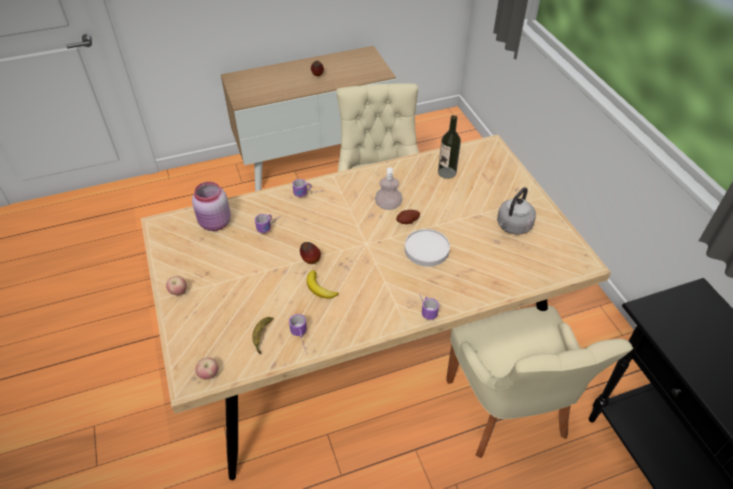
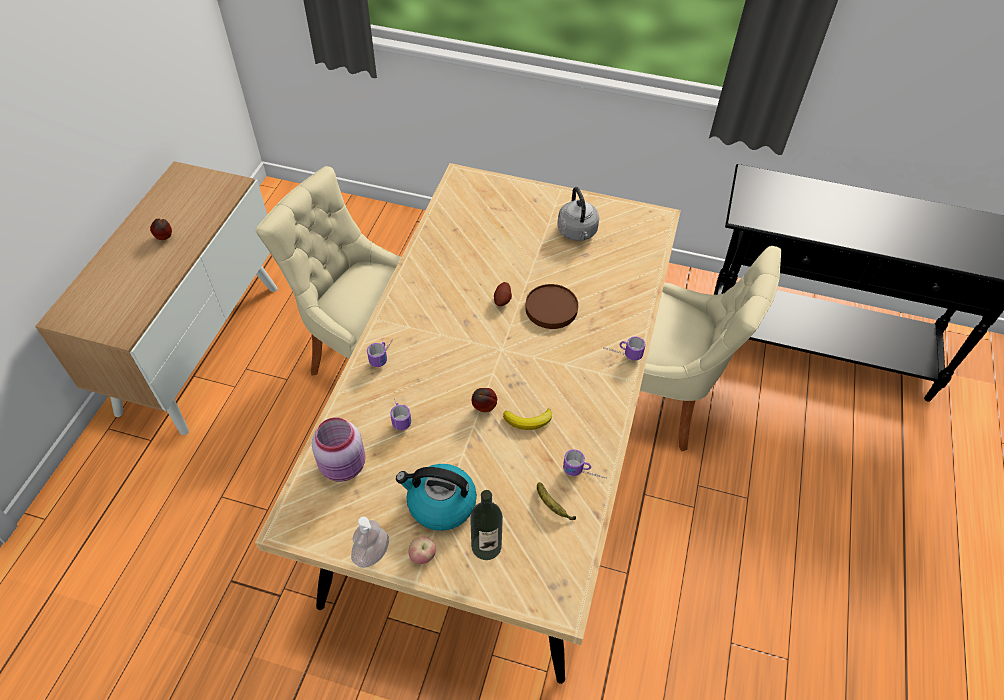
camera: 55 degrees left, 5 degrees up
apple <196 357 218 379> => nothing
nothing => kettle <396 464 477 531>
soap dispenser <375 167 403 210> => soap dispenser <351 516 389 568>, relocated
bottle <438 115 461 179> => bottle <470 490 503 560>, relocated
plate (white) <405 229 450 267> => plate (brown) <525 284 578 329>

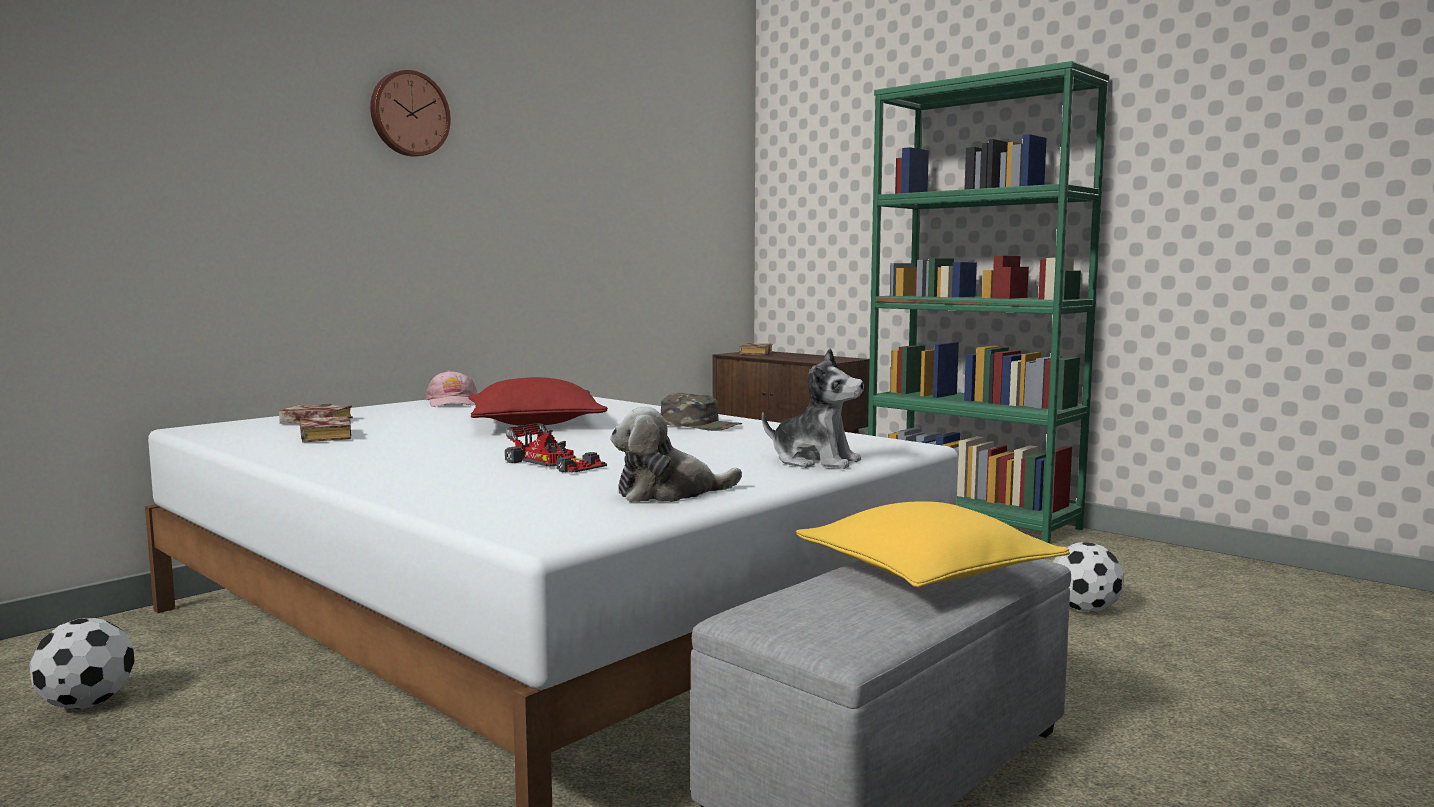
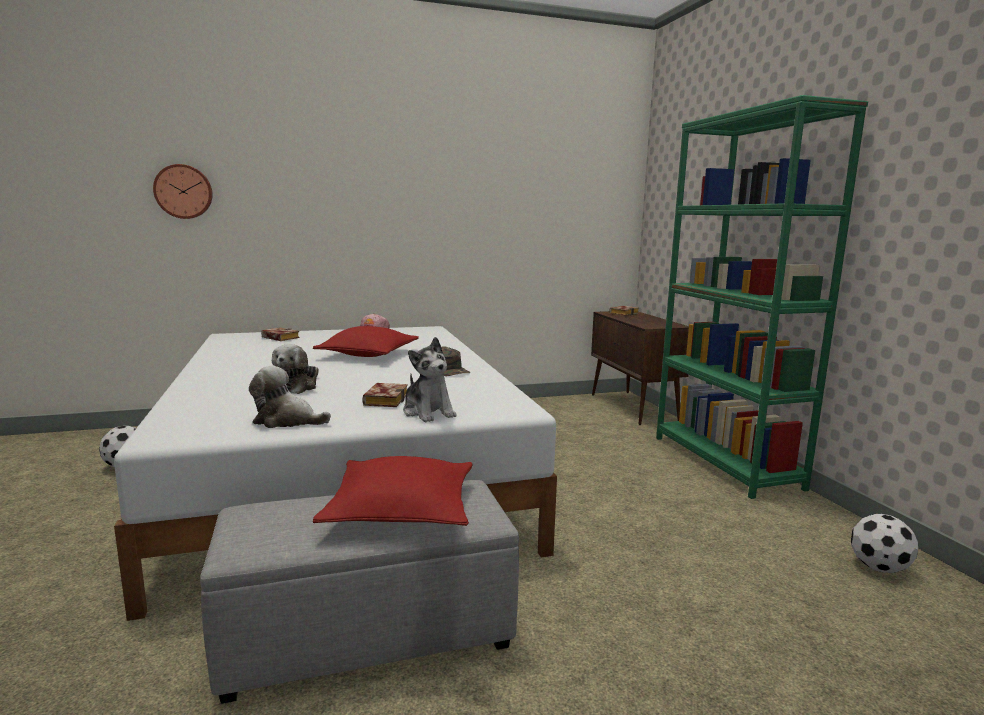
camera: 30 degrees right, 5 degrees up
book <300 416 351 443> => book <362 383 408 407>, relocated
wall clock <370 70 451 157> => wall clock <153 164 213 219>, relocated
football <1053 542 1124 612> => football <851 514 918 573>, relocated
toy car <505 423 607 472> => plush toy <272 344 319 394>
pillow (yellow) <796 501 1070 588> => pillow (red) <313 456 473 526>

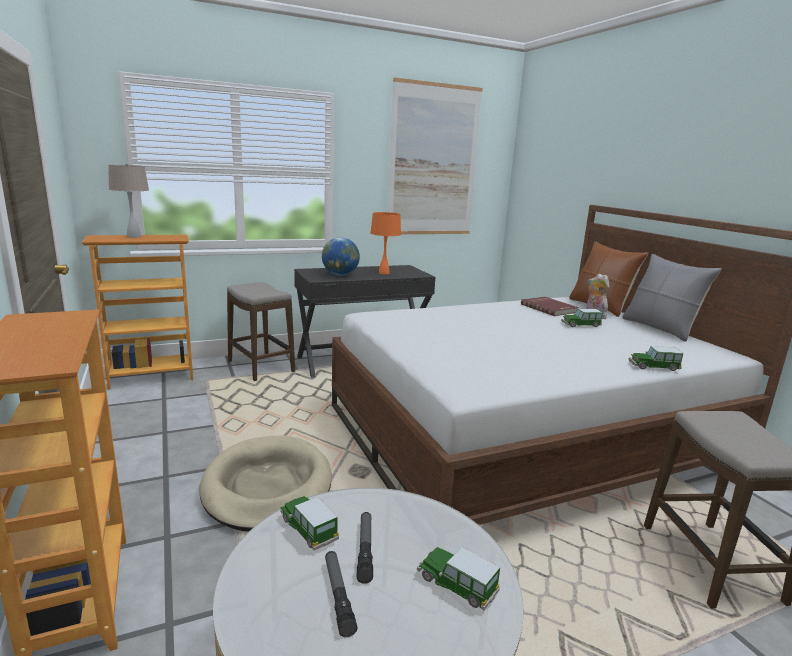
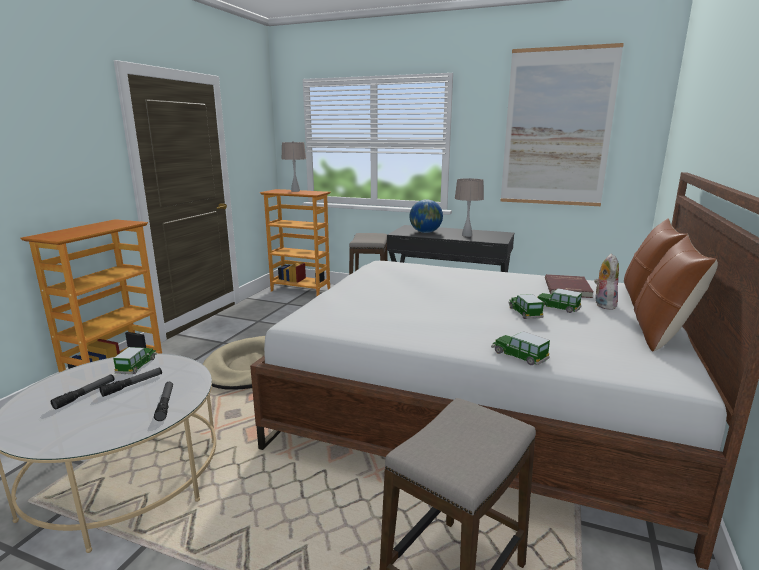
camera: 45 degrees right, 0 degrees up
nothing => flashlight <154 382 173 421>
toy car <417 547 500 610> => toy car <508 294 544 319>, relocated
table lamp (orange) <371 212 401 274> => table lamp (beige) <455 178 484 237>
pillow (grey) <622 254 722 342> => pillow (brown) <634 235 718 352>

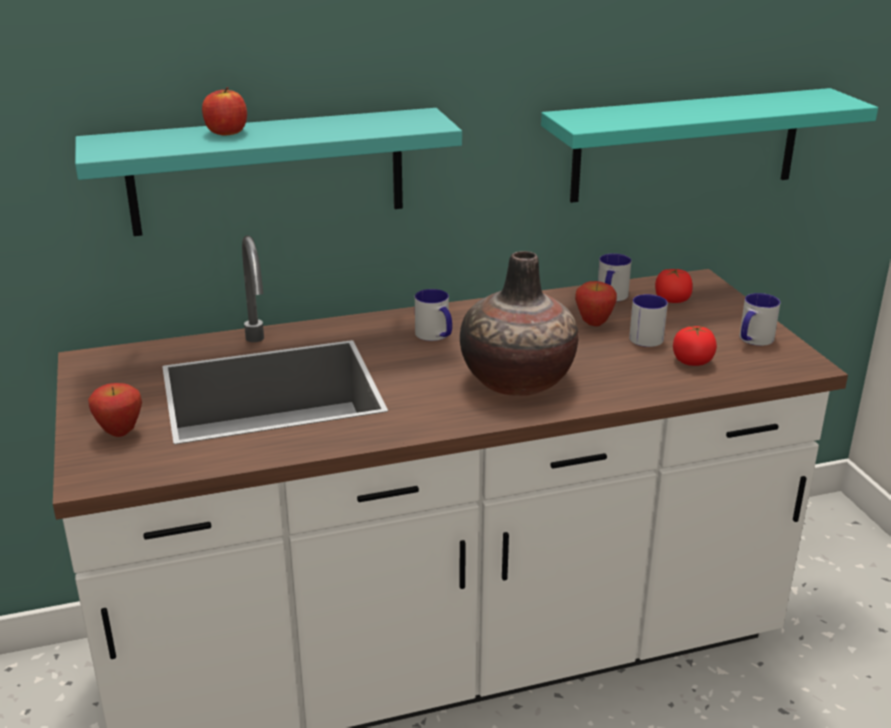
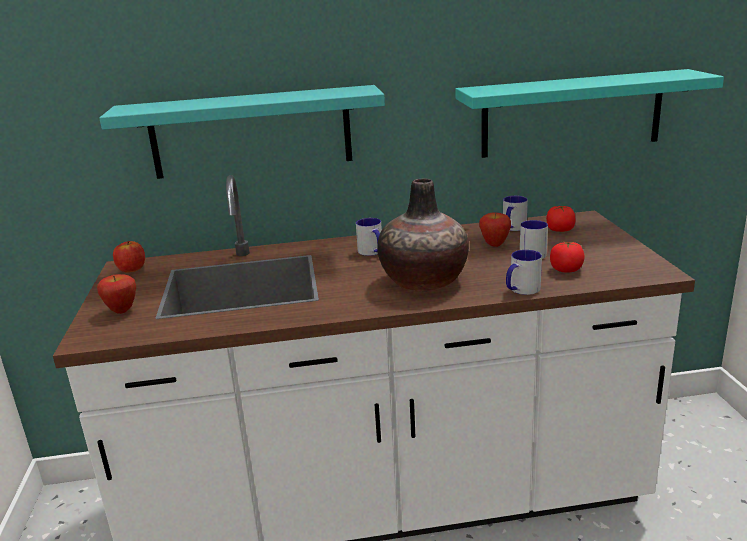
camera: 10 degrees right, 5 degrees down
apple <202 87 247 136> => apple <113 241 145 273>, relocated
mug <739 293 780 346> => mug <506 250 542 295>, relocated

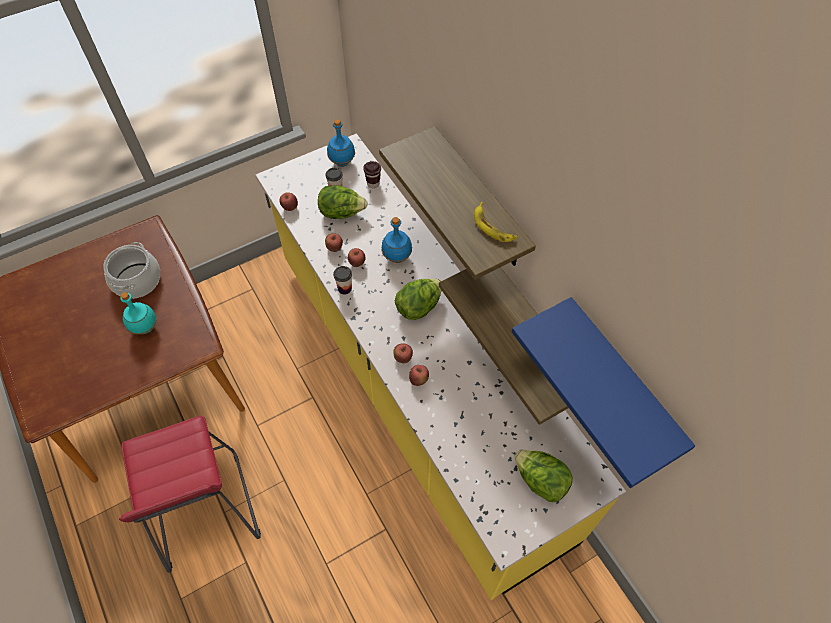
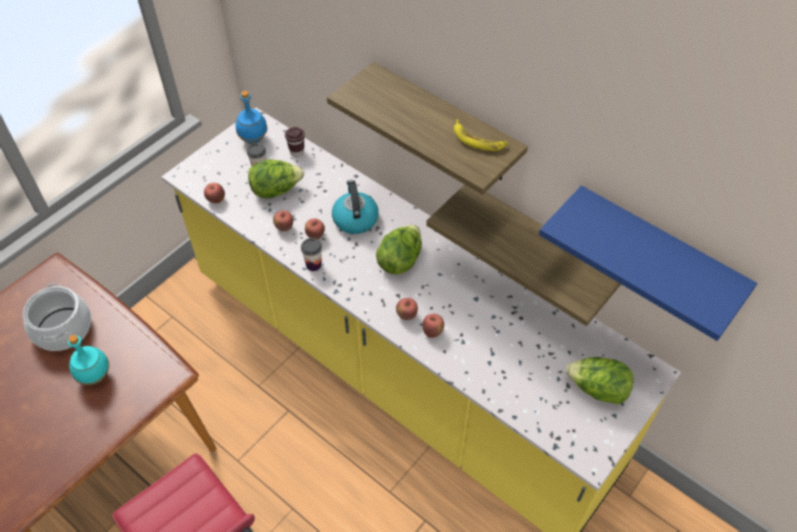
camera: 20 degrees left, 5 degrees down
bottle (blue) <382 217 412 263> => kettle <332 180 379 234>

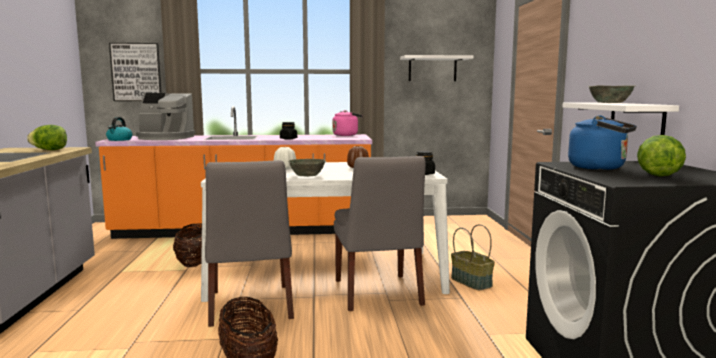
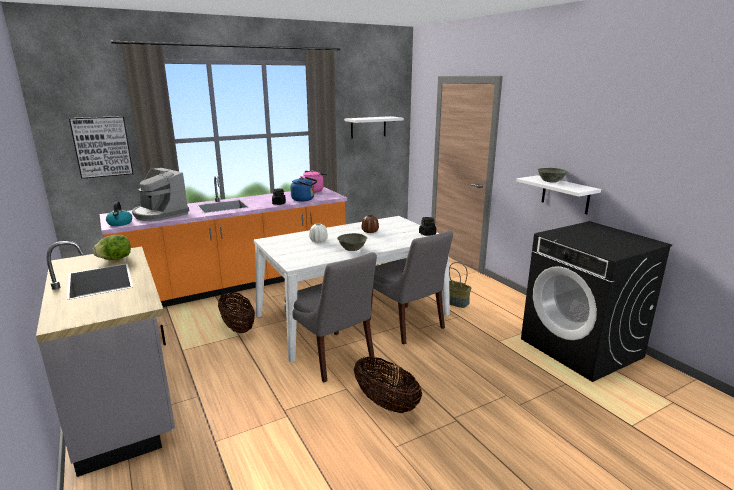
camera: 25 degrees left, 10 degrees up
lettuce <637 135 686 176> => nothing
kettle (blue) <568 115 637 170> => kettle (blue) <290 177 317 201>, relocated
coffee machine <136 93 195 140> => coffee machine <132 168 189 221>, 60 degrees clockwise

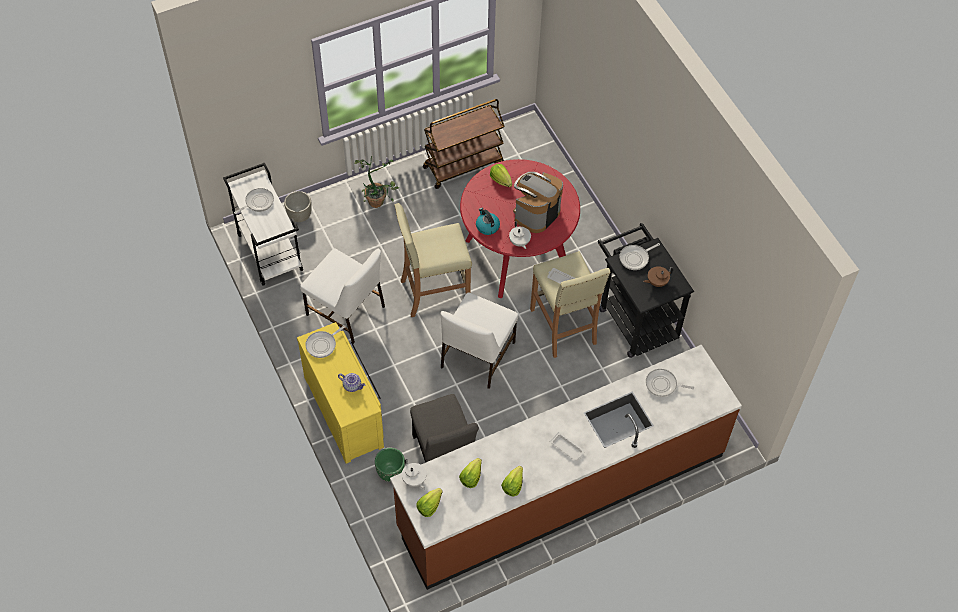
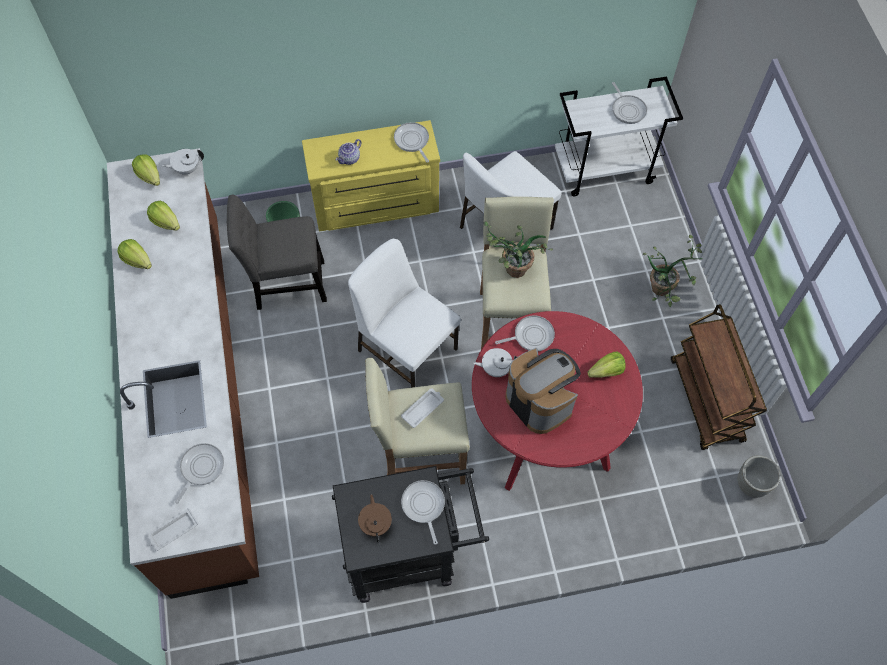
camera: 105 degrees right, 5 degrees up
nothing => potted plant <484 221 553 278>
planter (grey) <284 191 312 222> => planter (grey) <737 455 781 498>, relocated
tray (white) <550 432 585 461> => tray (white) <147 508 198 551>, relocated
kettle <476 208 500 235> => frying pan <495 316 555 351>

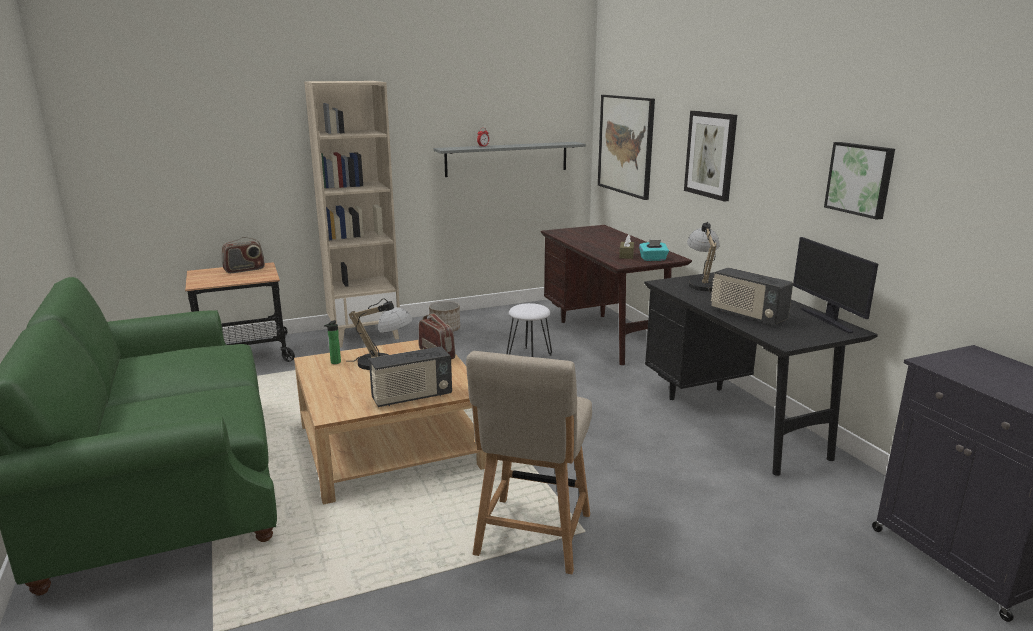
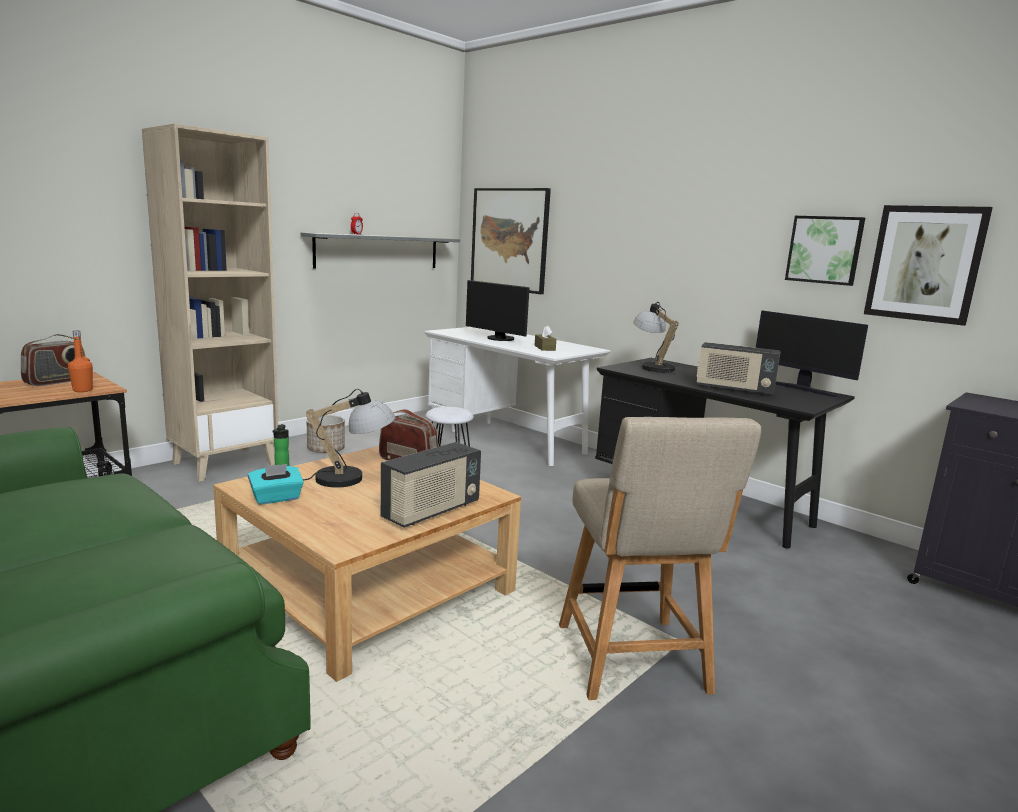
camera: 25 degrees left, 5 degrees down
nothing => bottle (orange) <68 331 93 392>
nothing => monitor <466 280 530 341>
tissue box (turquoise) <639 240 669 261> => tissue box (turquoise) <248 464 304 505>, relocated
picture <684 111 737 202> => picture <864 205 993 326>, relocated
desk (brown) <541 225 692 365> => desk (white) <424 327 611 466>

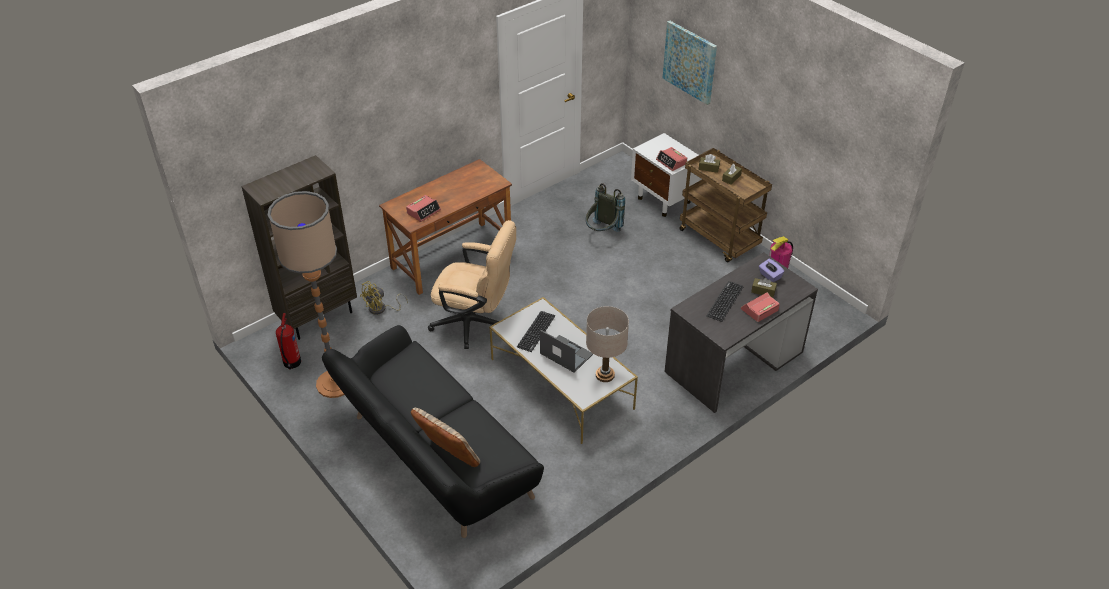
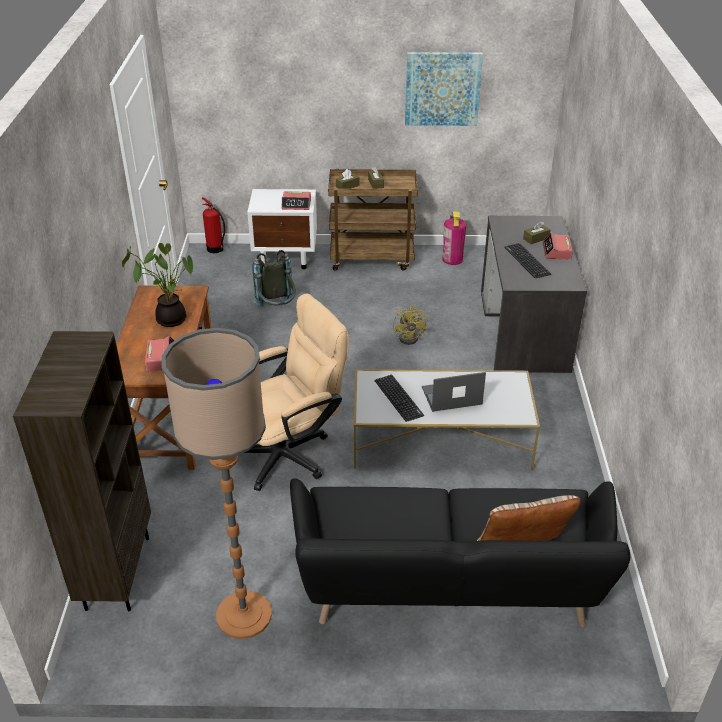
camera: 50 degrees left, 5 degrees down
table lamp (beige) <586 306 629 382> => nothing
tissue box (purple) <759 259 785 282> => nothing
nothing => potted plant <122 243 193 327>
fire extinguisher <276 313 301 370> => fire extinguisher <202 197 225 253>, relocated
fan (yellow) <360 281 408 315> => fan (yellow) <393 306 428 345>, relocated
picture <663 21 717 105> => picture <405 52 483 126>, relocated

